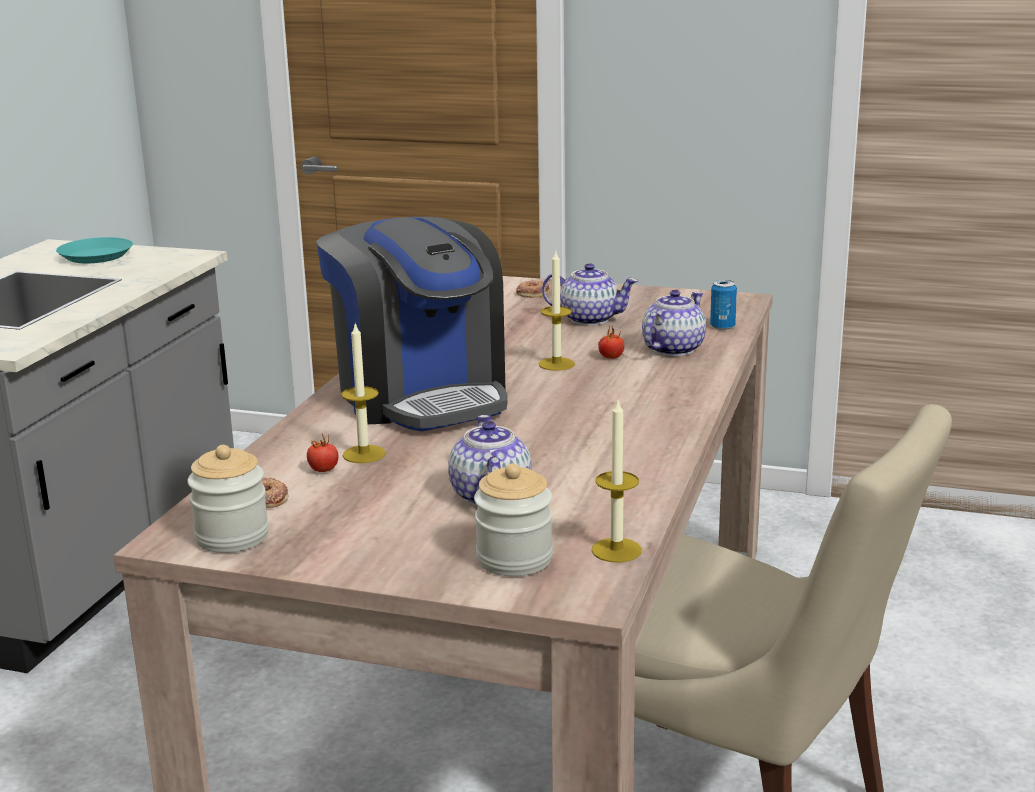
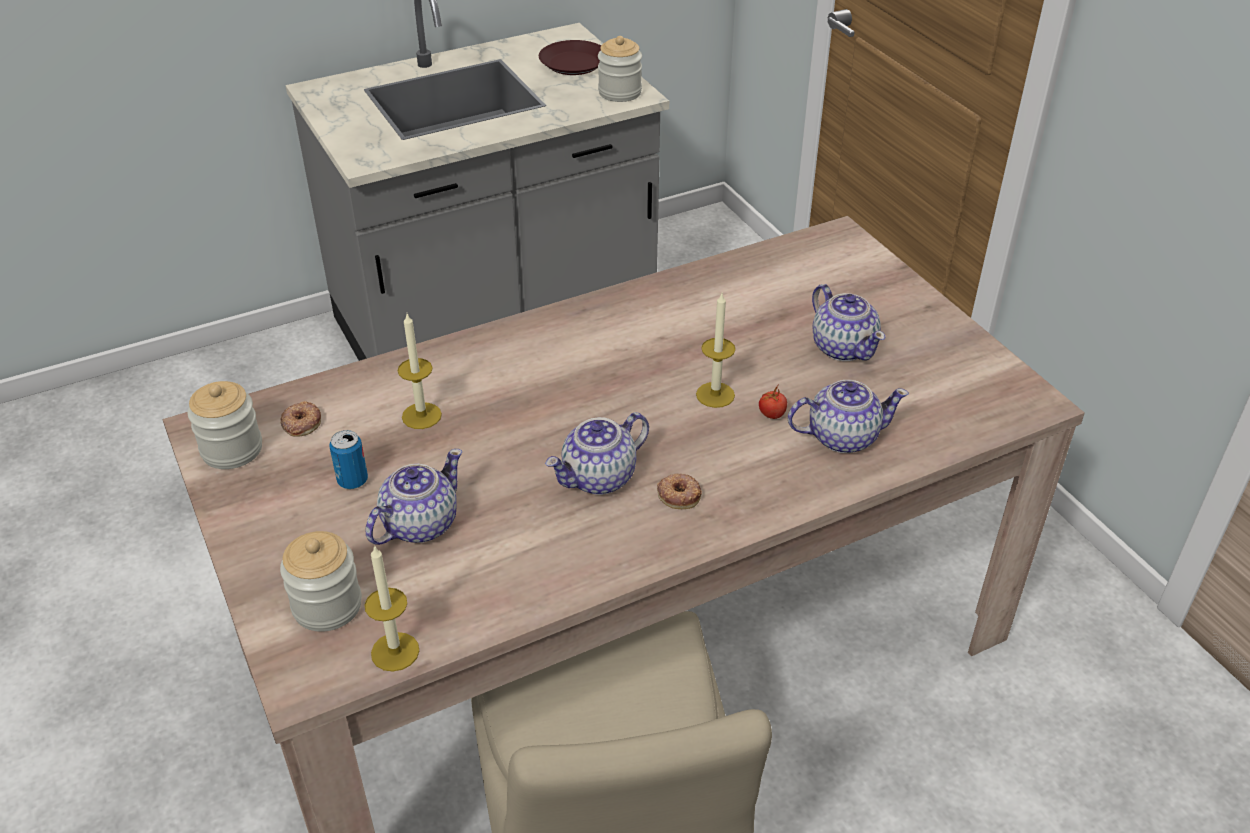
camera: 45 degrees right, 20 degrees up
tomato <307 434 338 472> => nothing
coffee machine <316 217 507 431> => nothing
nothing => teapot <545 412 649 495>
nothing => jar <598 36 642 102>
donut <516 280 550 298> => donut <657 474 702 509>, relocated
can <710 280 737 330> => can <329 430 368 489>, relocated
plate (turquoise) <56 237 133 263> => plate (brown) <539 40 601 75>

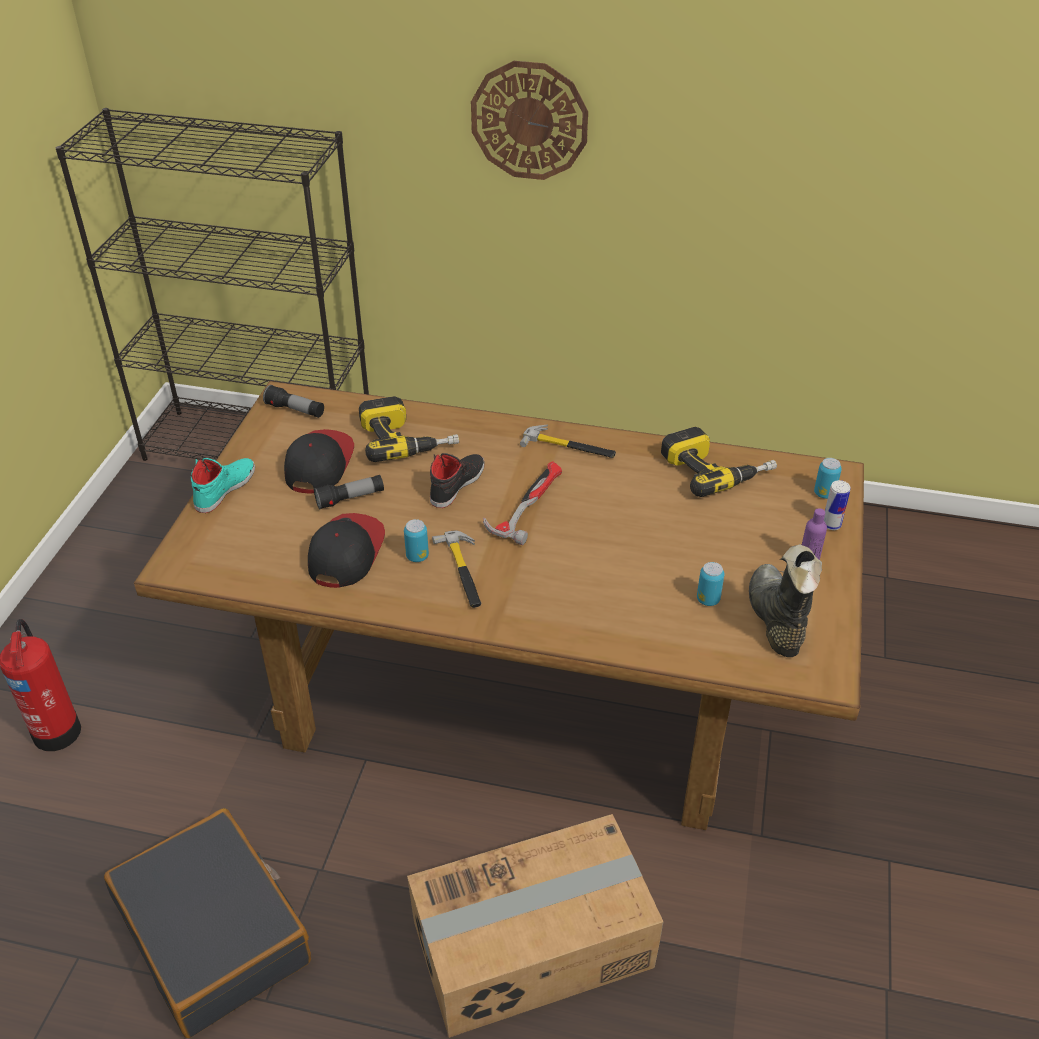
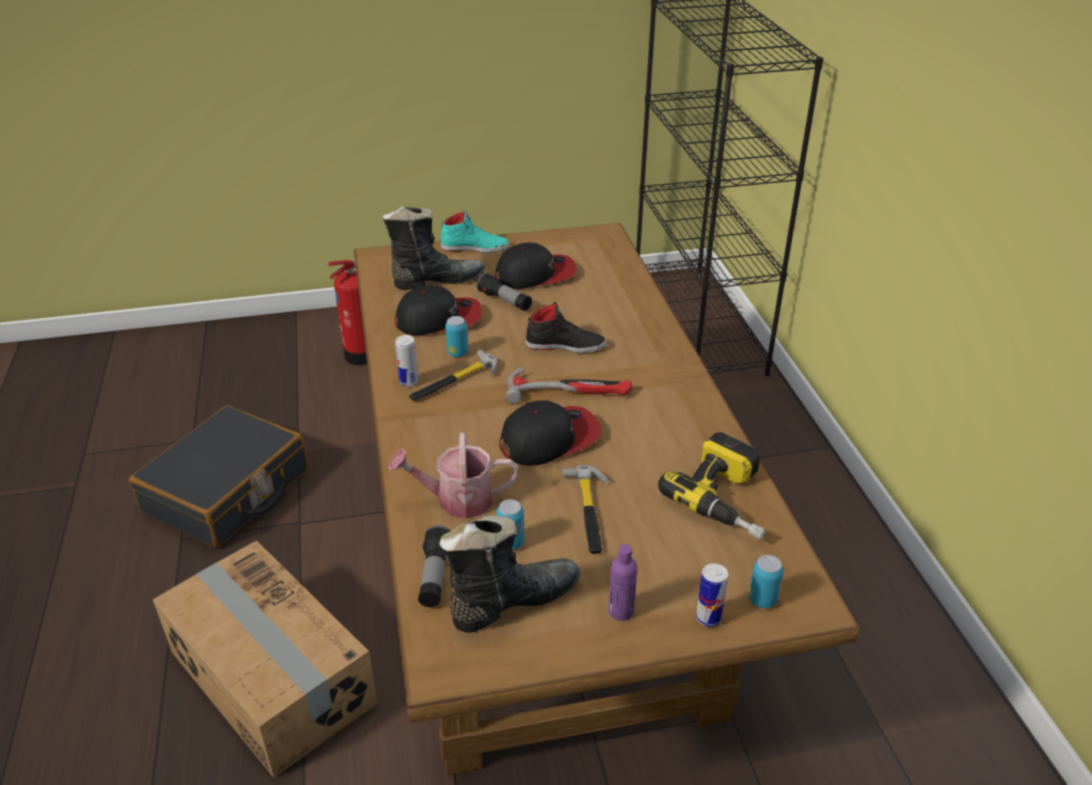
camera: 65 degrees right, 5 degrees down
power drill <359 396 459 462> => nothing
wall clock <471 61 588 180> => nothing
nothing => boot (black) <383 206 485 290>
nothing => watering can <388 432 518 519>
nothing => can <395 335 419 387>
nothing => cap <499 400 601 466>
flashlight <263 385 324 418> => flashlight <418 525 451 607>, relocated
hammer <520 425 616 458> => hammer <562 465 608 554>, relocated

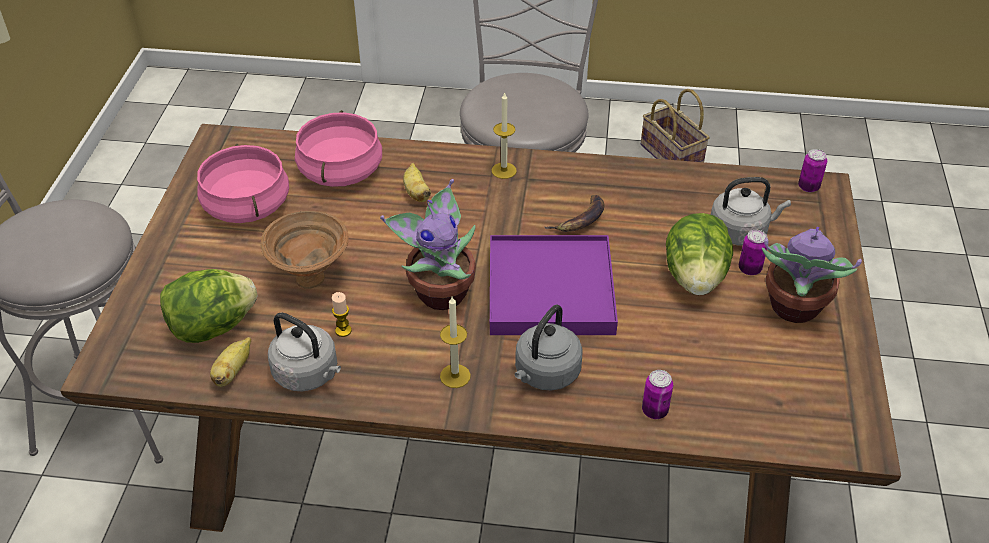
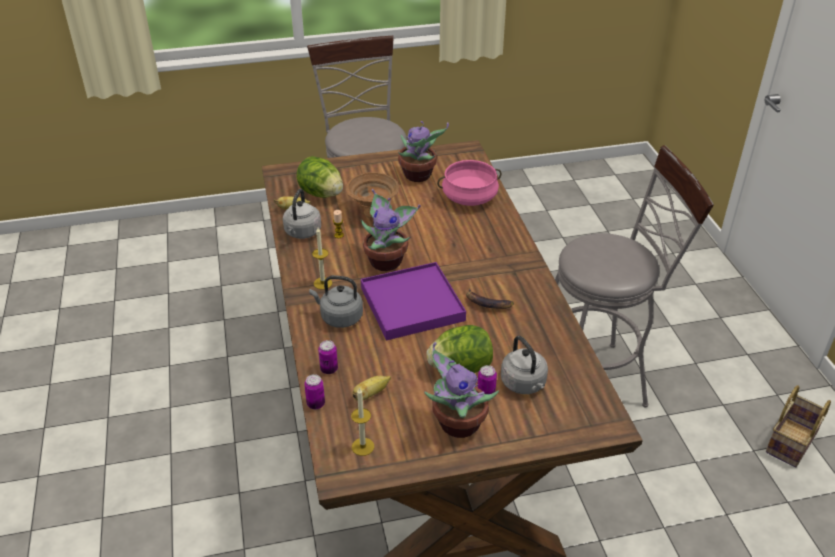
camera: 70 degrees right, 5 degrees down
banana <403 163 431 202> => banana <353 376 391 401>, relocated
candle <491 93 517 179> => candle <351 387 374 456>, relocated
can <798 149 827 192> => can <304 374 325 409>, relocated
cooking pot (pink) <197 144 289 223> => potted plant <398 121 449 182>

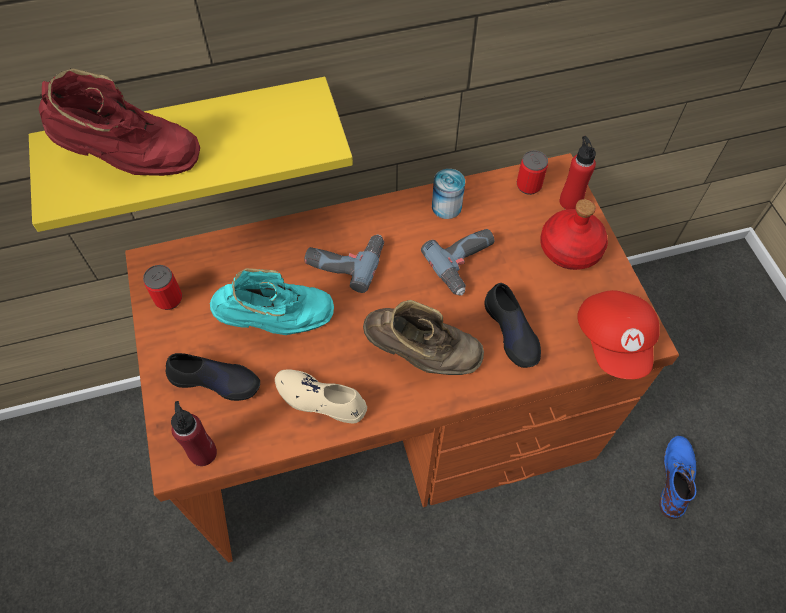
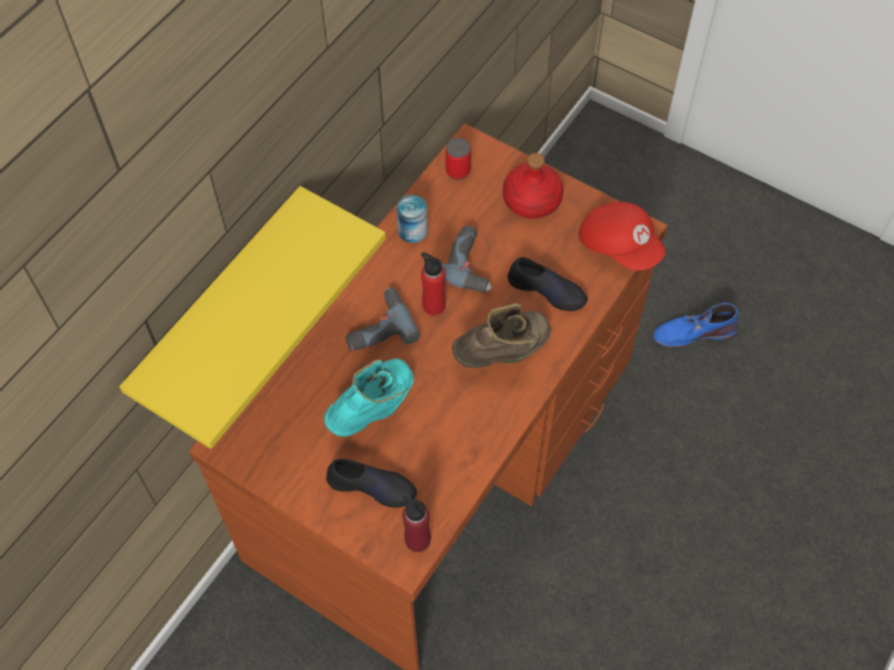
camera: 40 degrees left, 0 degrees up
boot (red) <38 69 200 176> => nothing
can <143 265 182 310> => nothing
shoe (beige) <275 369 367 423> => nothing
bottle (red) <560 136 596 209> => bottle (red) <421 252 446 315>, relocated
shoe (black) <166 353 260 401> => shoe (black) <326 459 417 507>, 45 degrees clockwise
boot (blue) <659 436 696 519> => boot (blue) <653 303 738 347>, 75 degrees counterclockwise

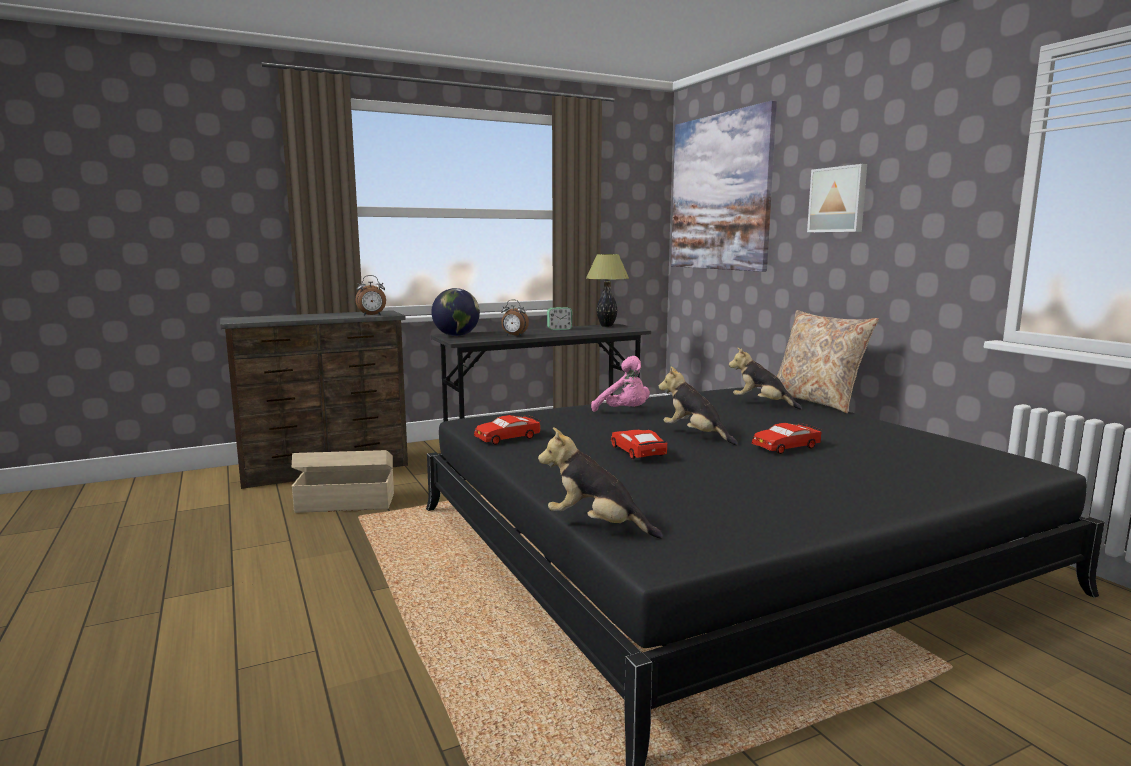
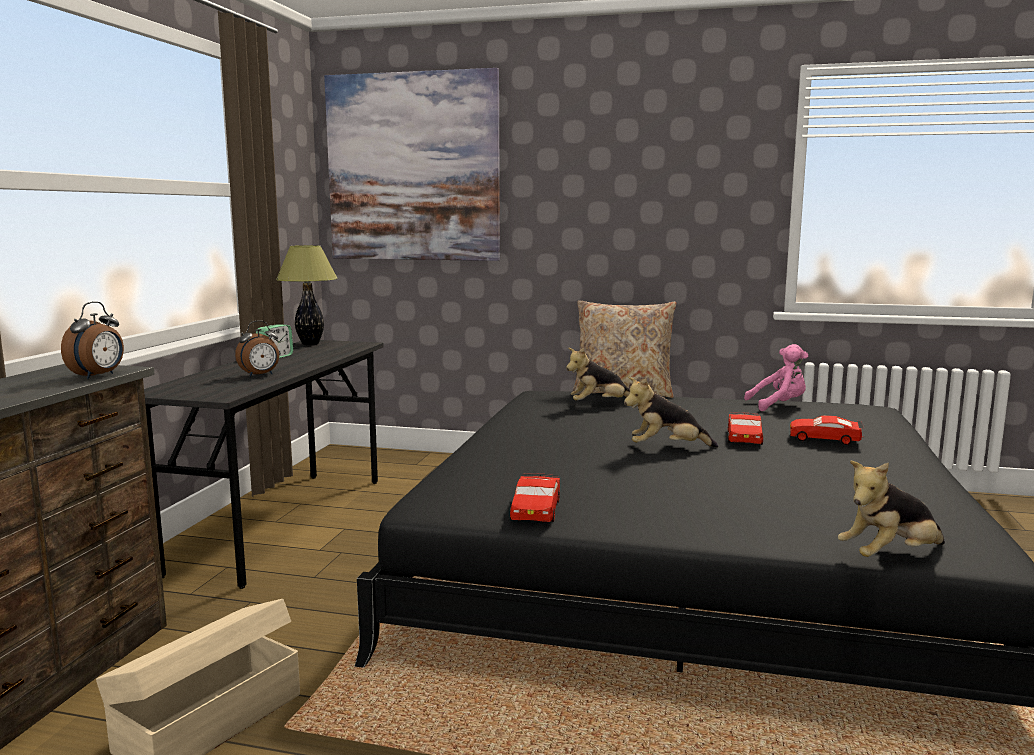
camera: 50 degrees left, 0 degrees up
globe <431 288 480 336> => nothing
picture <807 164 867 232> => nothing
plush toy (pink) <591 356 650 412> => plush toy (pink) <744 344 808 411>, relocated
toy car (red) <611 430 667 459> => toy car (red) <790 415 864 445>, relocated

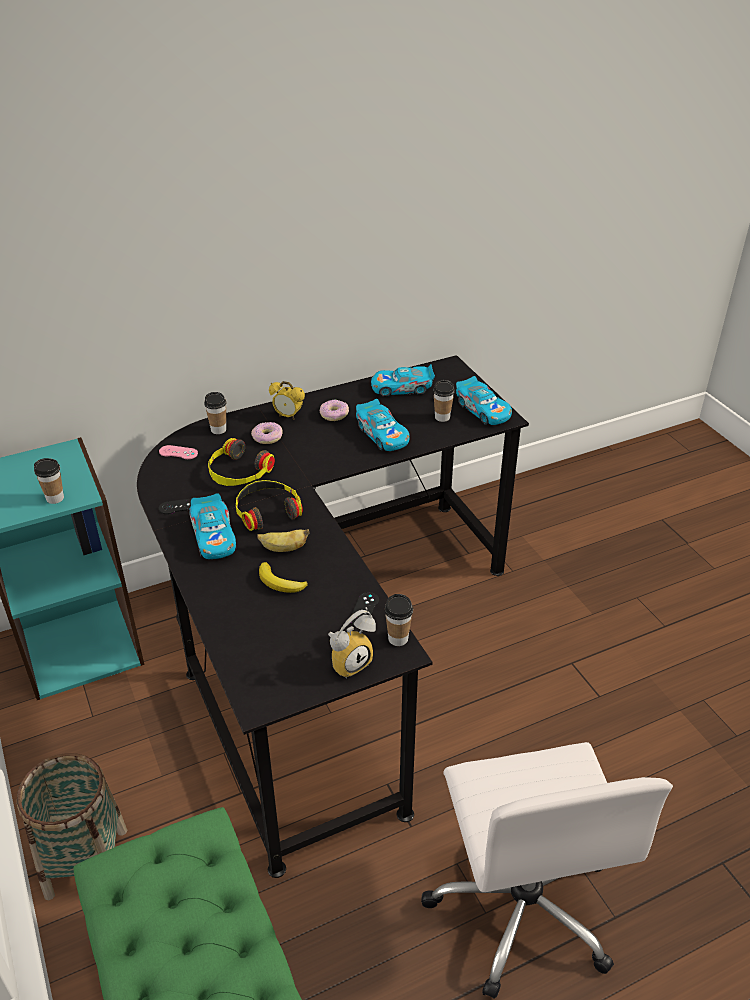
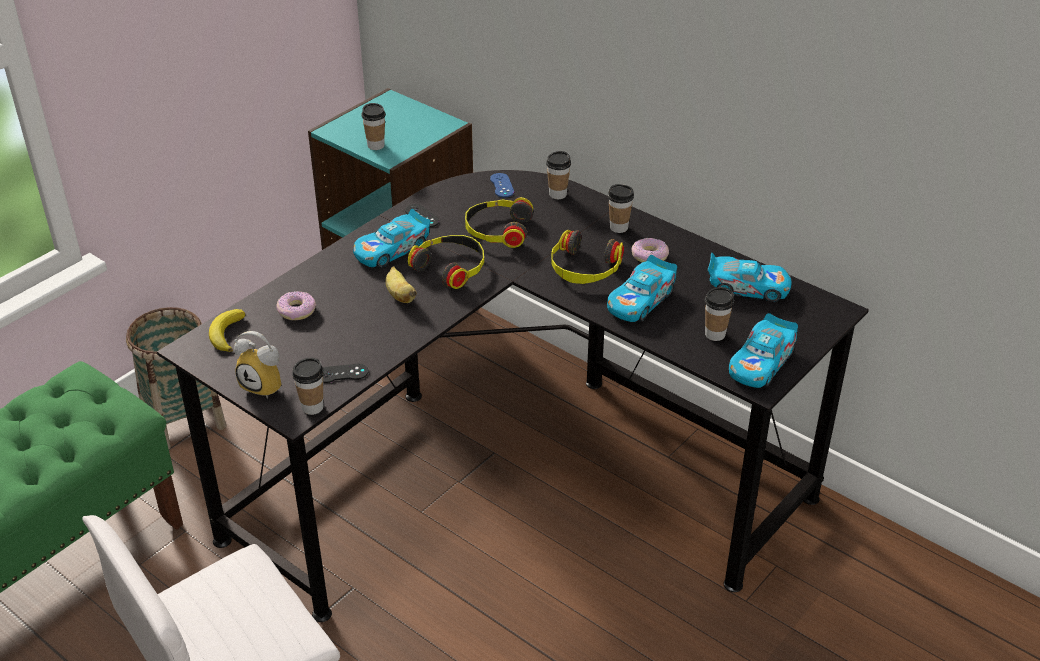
camera: 65 degrees right, 0 degrees up
nothing => headphones <551 230 624 284>
donut <251 422 283 444> => donut <276 291 316 320>, relocated
banana <259 562 308 593> => banana <209 309 245 352>, relocated
alarm clock <269 381 305 420> => cup <608 184 634 233>
game controller (pink) <159 445 198 459> => game controller (blue) <490 173 514 197>
toy car <371 364 435 397> => toy car <708 253 792 302>, 135 degrees clockwise

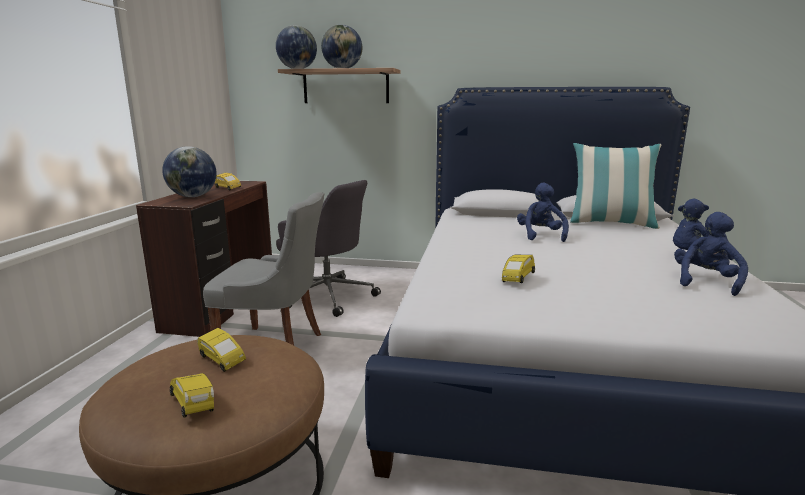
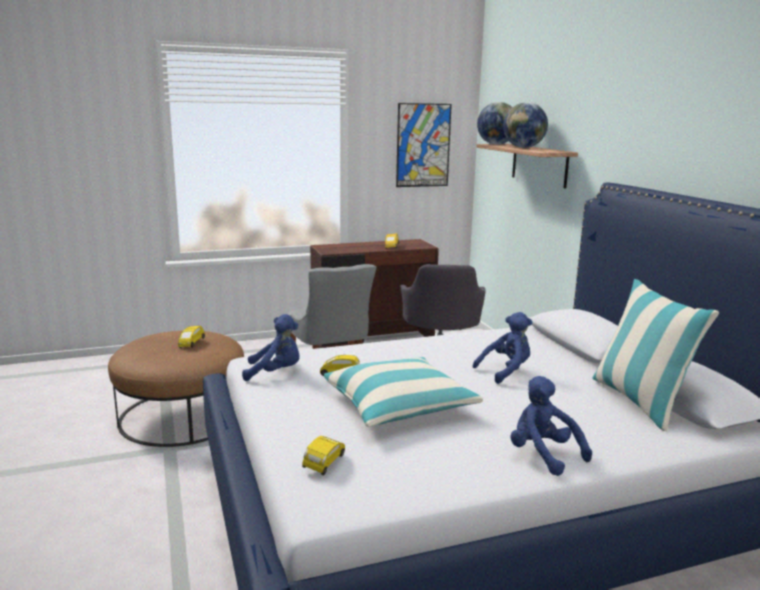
camera: 60 degrees right, 0 degrees up
globe <162 146 217 197> => nothing
nothing => pillow <324 357 483 427>
nothing => picture <396 103 452 187>
toy car (yellow) <170 373 214 418> => toy car (yellow) <302 436 345 476>, relocated
plush toy (blue) <674 212 748 296> => plush toy (blue) <242 314 300 381>, relocated

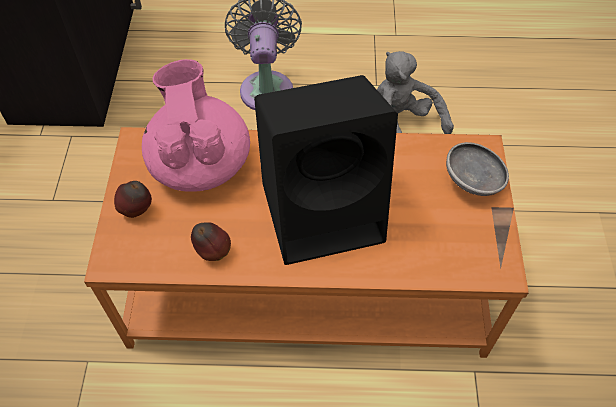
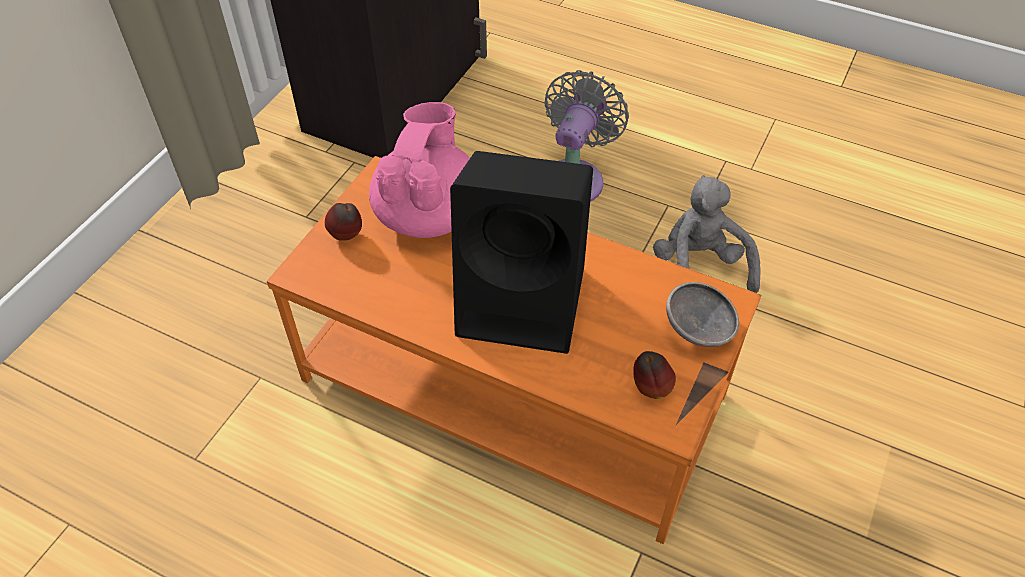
camera: 25 degrees right, 5 degrees down
apple <191 222 231 261> => apple <633 351 676 399>, relocated

